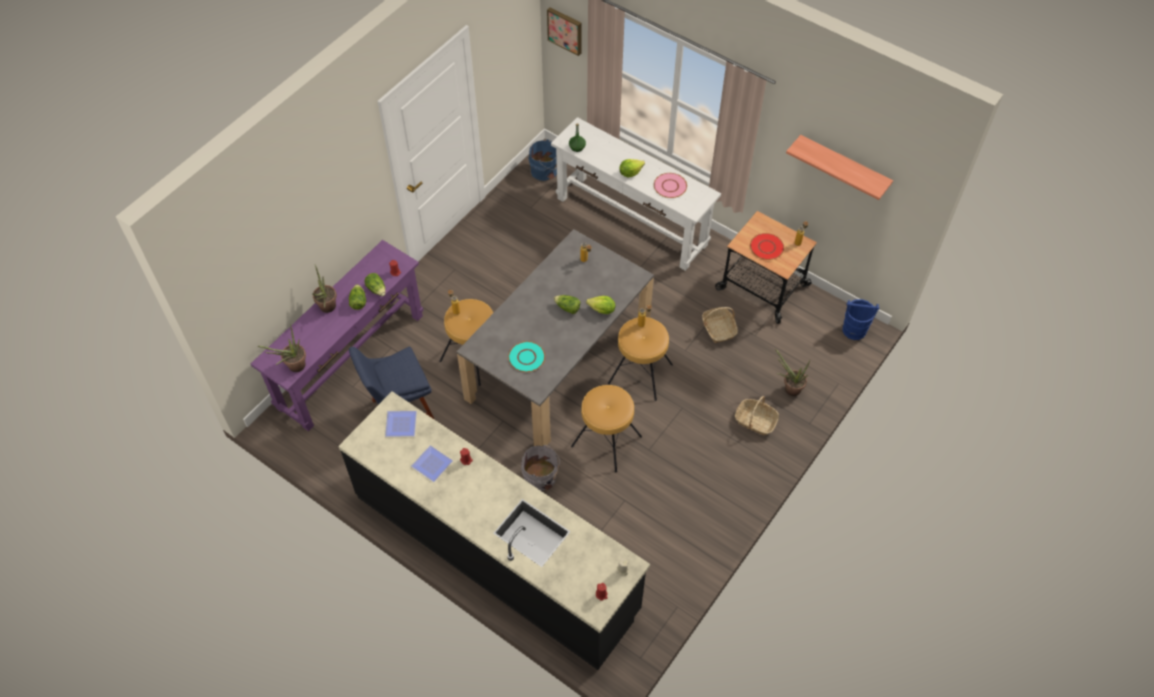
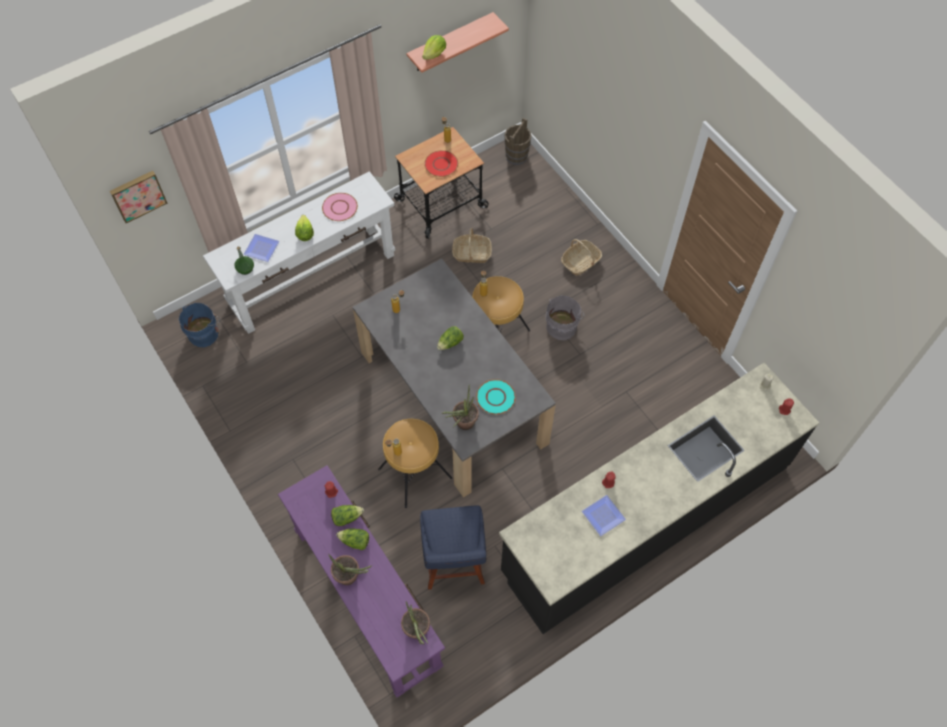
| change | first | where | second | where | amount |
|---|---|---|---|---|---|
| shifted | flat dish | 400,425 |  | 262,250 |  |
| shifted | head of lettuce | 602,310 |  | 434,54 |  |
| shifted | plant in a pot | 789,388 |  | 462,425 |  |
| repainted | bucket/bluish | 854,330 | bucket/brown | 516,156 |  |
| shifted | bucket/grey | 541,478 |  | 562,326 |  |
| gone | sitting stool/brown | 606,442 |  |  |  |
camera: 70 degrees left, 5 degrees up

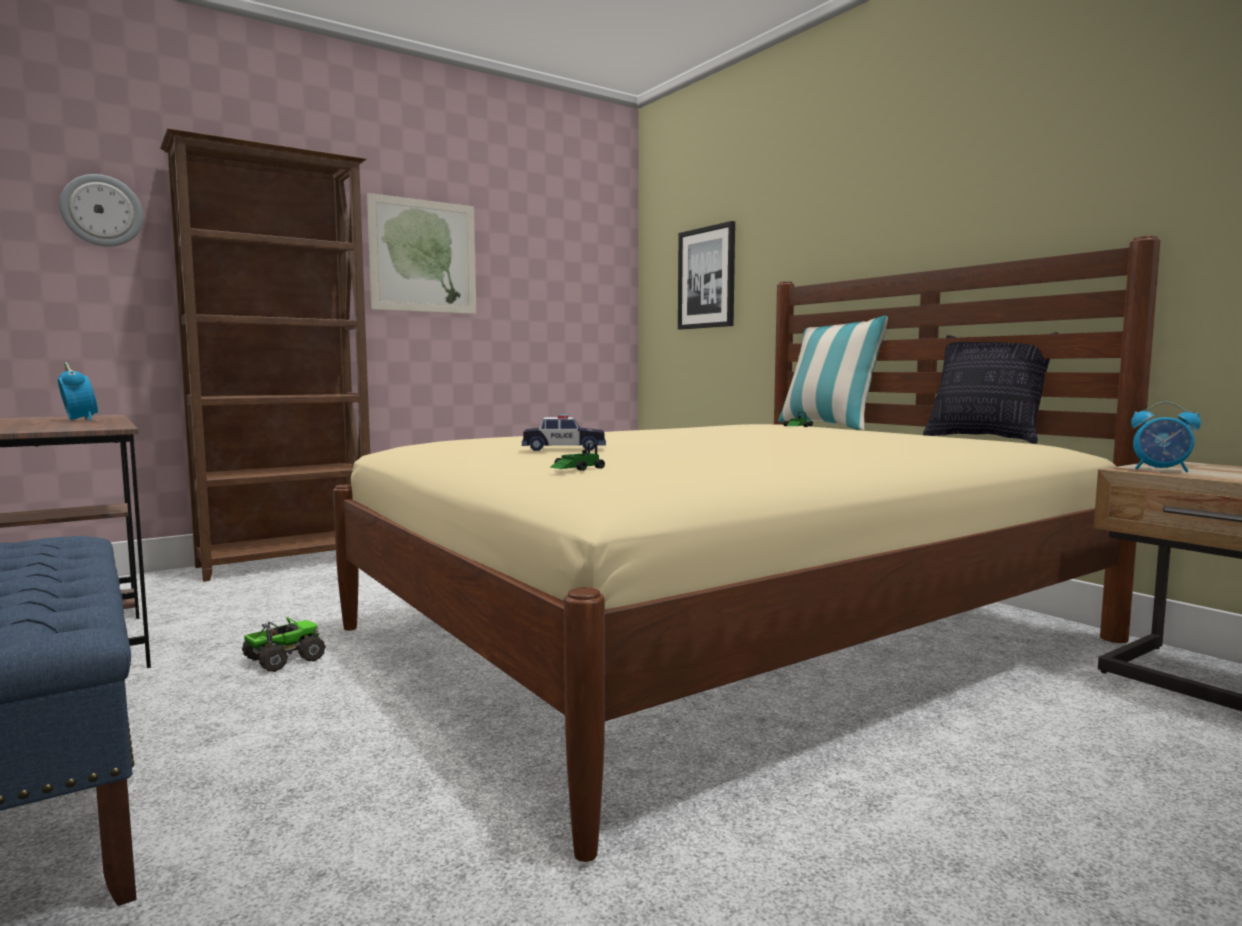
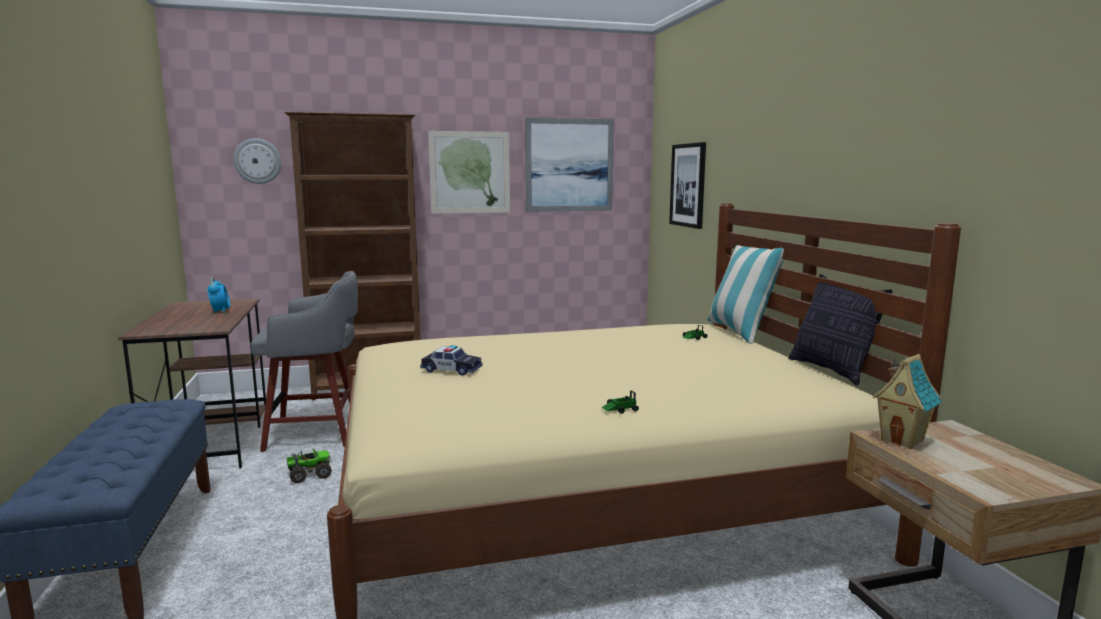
| change | first | where | second | where | amount |
|---|---|---|---|---|---|
| new |  |  | sitting stool/grey | 317,433 |  |
| new |  |  | wall picture | 569,165 |  |
| shifted | toy car | 574,468 |  | 619,408 |  |
| swapped | alarm clock | 1161,470 | toy house | 903,441 |  |
camera: 20 degrees right, 5 degrees up

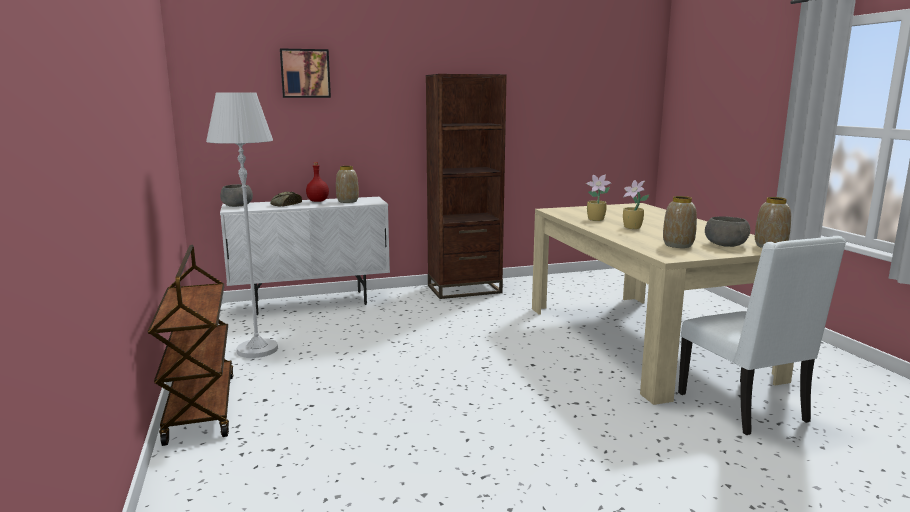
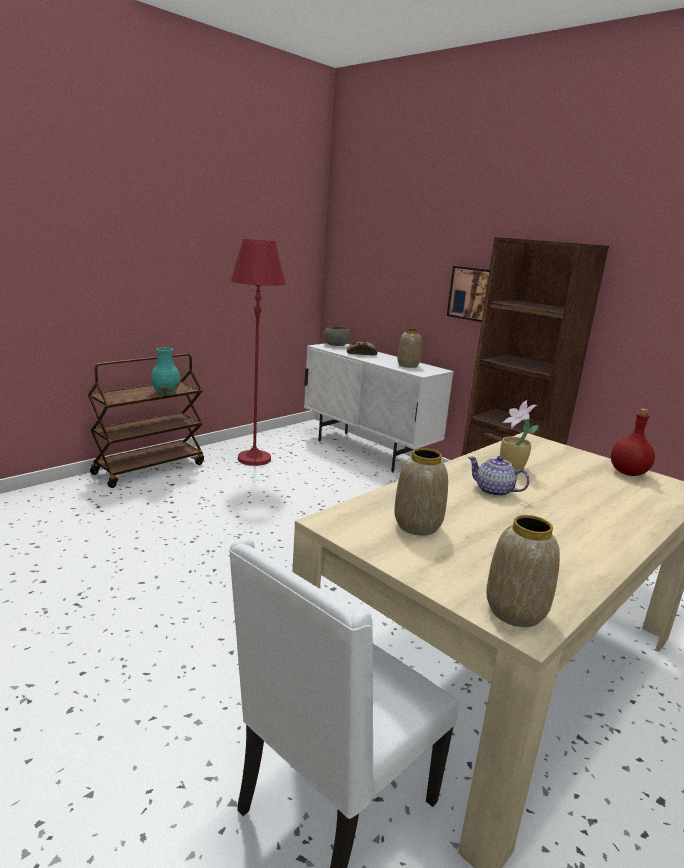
| change | first | where | second | where | amount |
|---|---|---|---|---|---|
| new |  |  | vase/turquoise | 166,392 |  |
| repainted | standing lamp/white | 257,350 | standing lamp/red | 254,459 |  |
| shifted | wall picture | 305,73 |  | 474,294 |  |
| swapped | plant in a pot | 632,228 | tea pot | 494,491 |  |
| shifted | beverage bottle/red | 317,201 |  | 627,473 |  |
| gone | serving bowl/grey | 726,245 |  |  |  |
camera: 60 degrees right, 5 degrees up

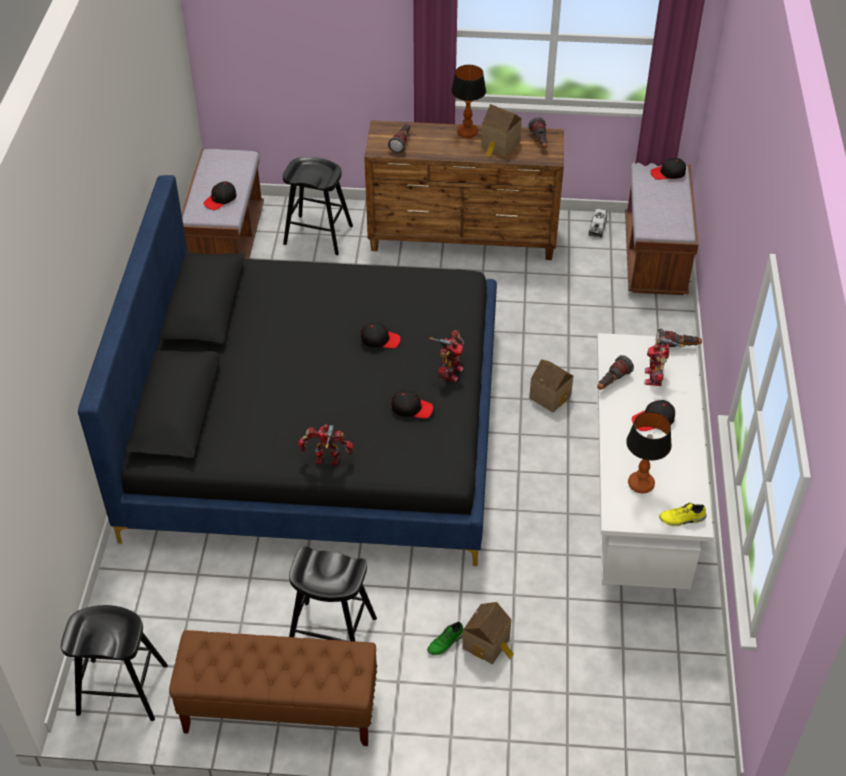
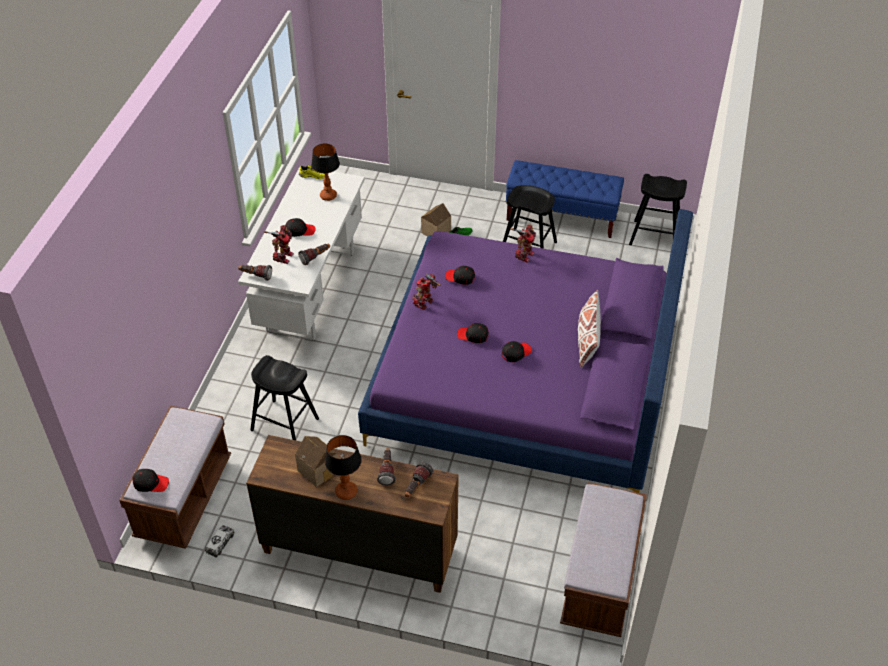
| change | first | where | second | where | amount |
|---|---|---|---|---|---|
| shifted | sitting stool/black | 318,235 |  | 285,424 |  |
| repainted | bed/black | 318,427 | bed/purple | 524,377 |  |
| shifted | flashlight | 540,142 |  | 387,470 |  |
| shifted | baseball cap/black | 220,200 |  | 516,353 |  |
| repainted | indoor bench/brown | 280,709 | indoor bench/bluish | 562,217 |  |
| rotated | toy robot | 327,460 |  | 524,255 | 75 degrees counterclockwise |
| new |  |  | cushion/white | 587,340 |  |
| gone | toy house | 551,395 |  |  |  |
camera: 170 degrees left, 0 degrees up

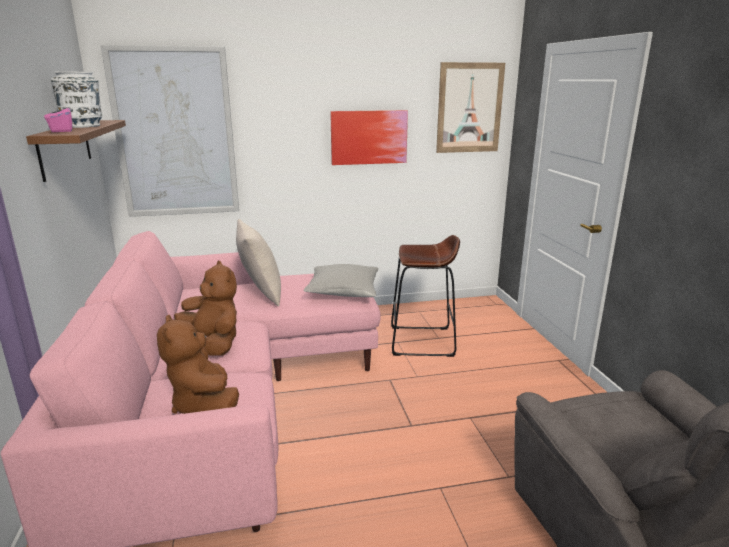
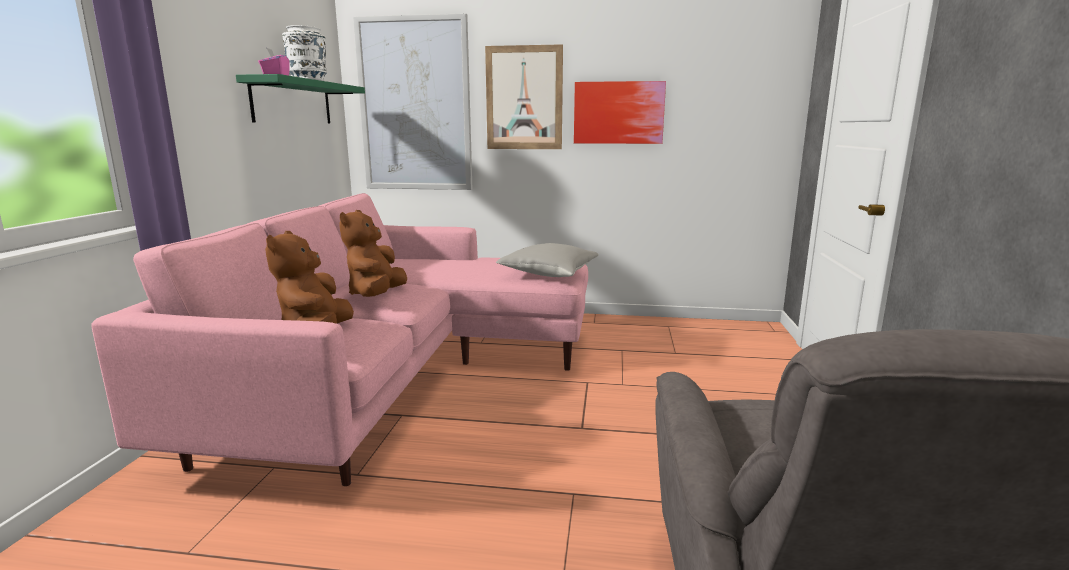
| change | first | where | second | where | amount |
|---|---|---|---|---|---|
| repainted | shelf/brown | 65,148 | shelf/green-coloured | 293,102 |  |
| rotated | cuddly toy/brown | 214,342 |  | 376,295 | 150 degrees counterclockwise |
| shifted | wall picture | 469,108 |  | 524,98 |  |
| gone | cushion/beige-coloured | 260,294 |  |  |  |
| gone | sitting stool/brown | 422,341 |  |  |  |
camera: 20 degrees right, 5 degrees down

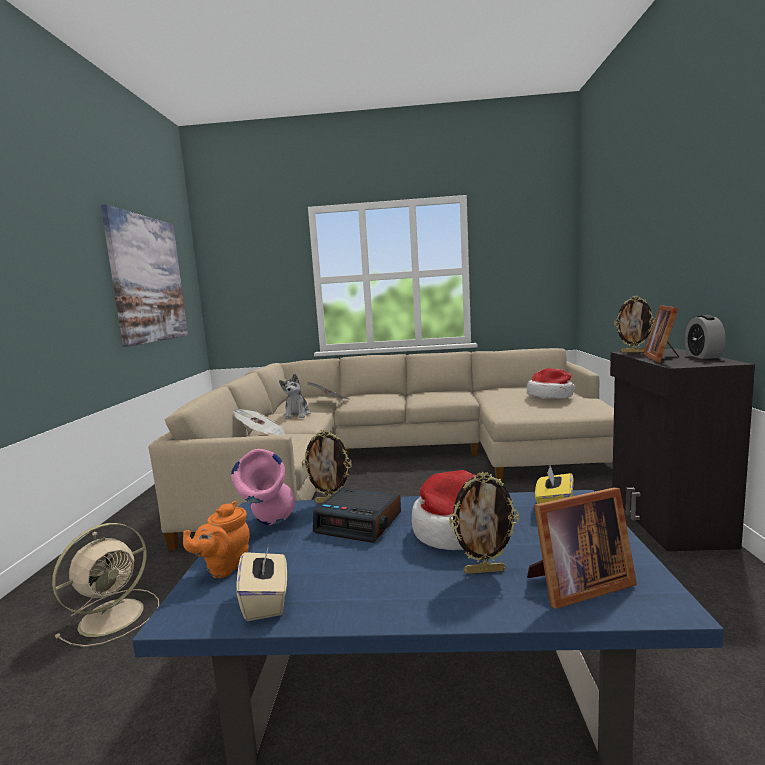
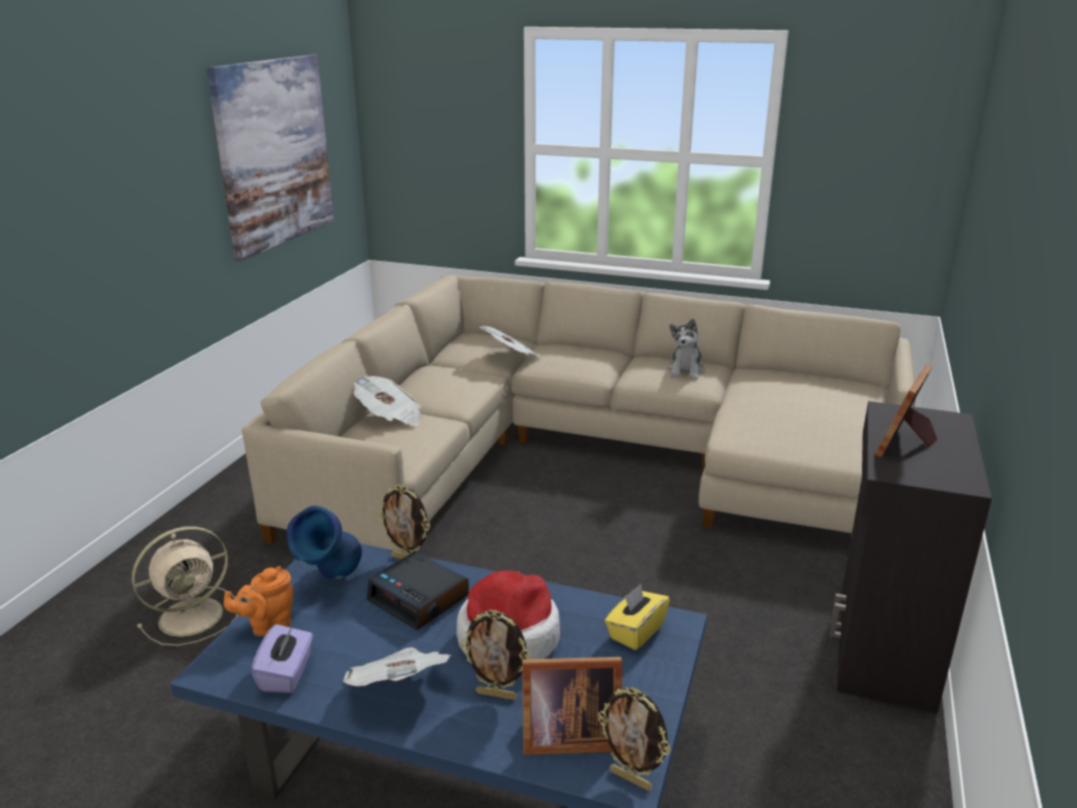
| change | first | where | second | where | amount |
|---|---|---|---|---|---|
| repainted | box of tissues/beige-coloured | 266,601 | box of tissues/purple | 287,674 |  |
| repainted | vase/pinkish | 270,527 | vase/bluish | 330,582 |  |
| new |  |  | printed paper | 399,688 |  |
| shifted | standing frame | 633,352 |  | 631,779 |  |
| shifted | cuddly toy | 297,415 |  | 686,371 |  |
| gone | clothing hat | 551,396 |  |  |  |
| gone | alarm clock | 703,356 |  |  |  |
camera: 15 degrees right, 15 degrees up

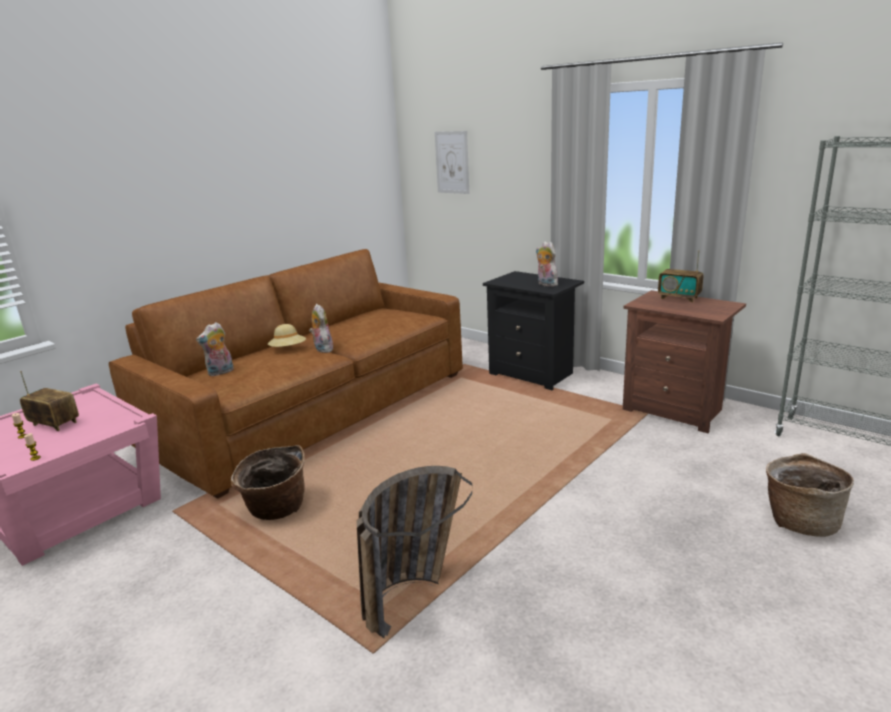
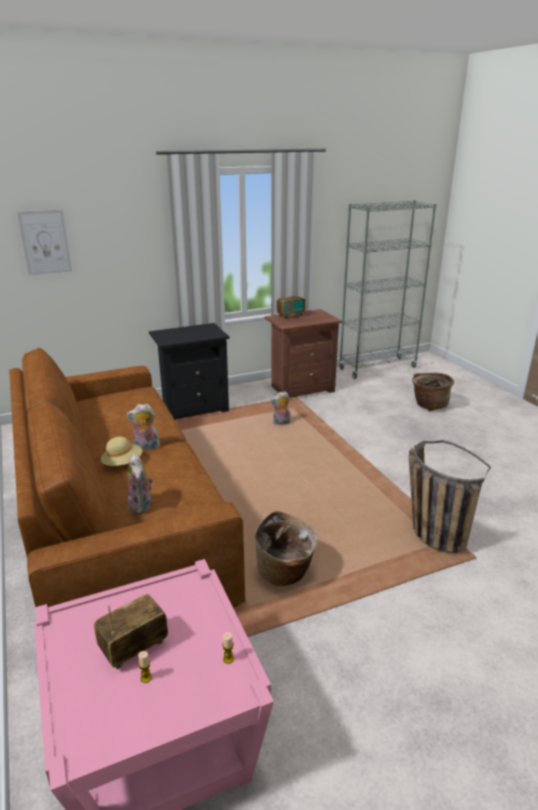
| change | first | where | second | where | amount |
|---|---|---|---|---|---|
| shifted | cuddly toy | 545,284 |  | 281,423 |  |
camera: 65 degrees left, 5 degrees up

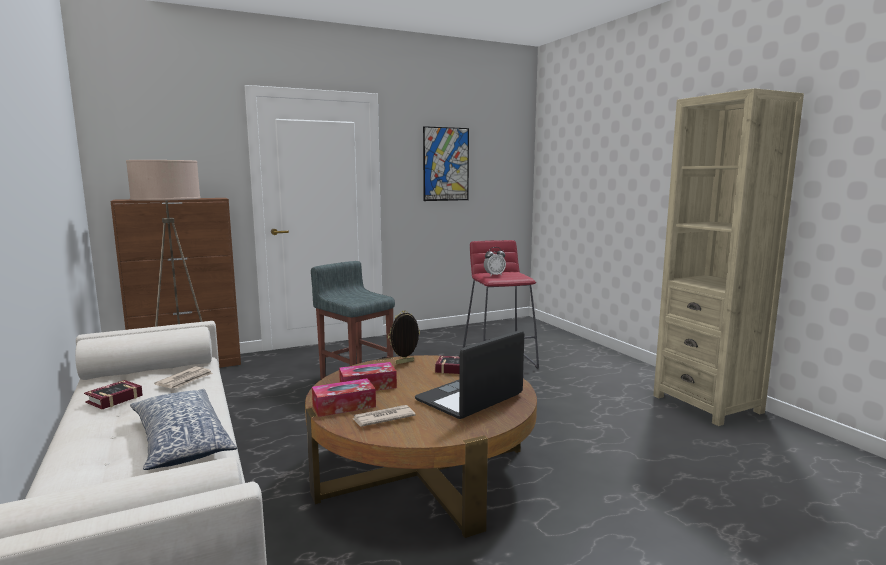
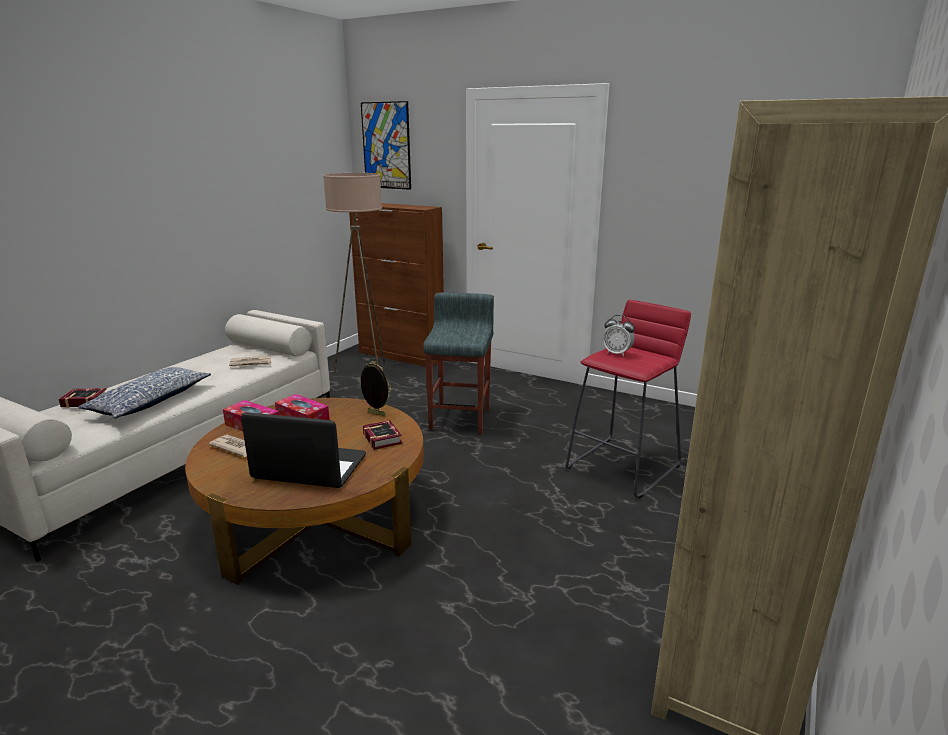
| change | first | where | second | where | amount |
|---|---|---|---|---|---|
| shifted | bound book | 111,399 |  | 83,401 |  |
| shifted | wall picture | 446,164 |  | 386,146 |  |
camera: 55 degrees right, 10 degrees up

